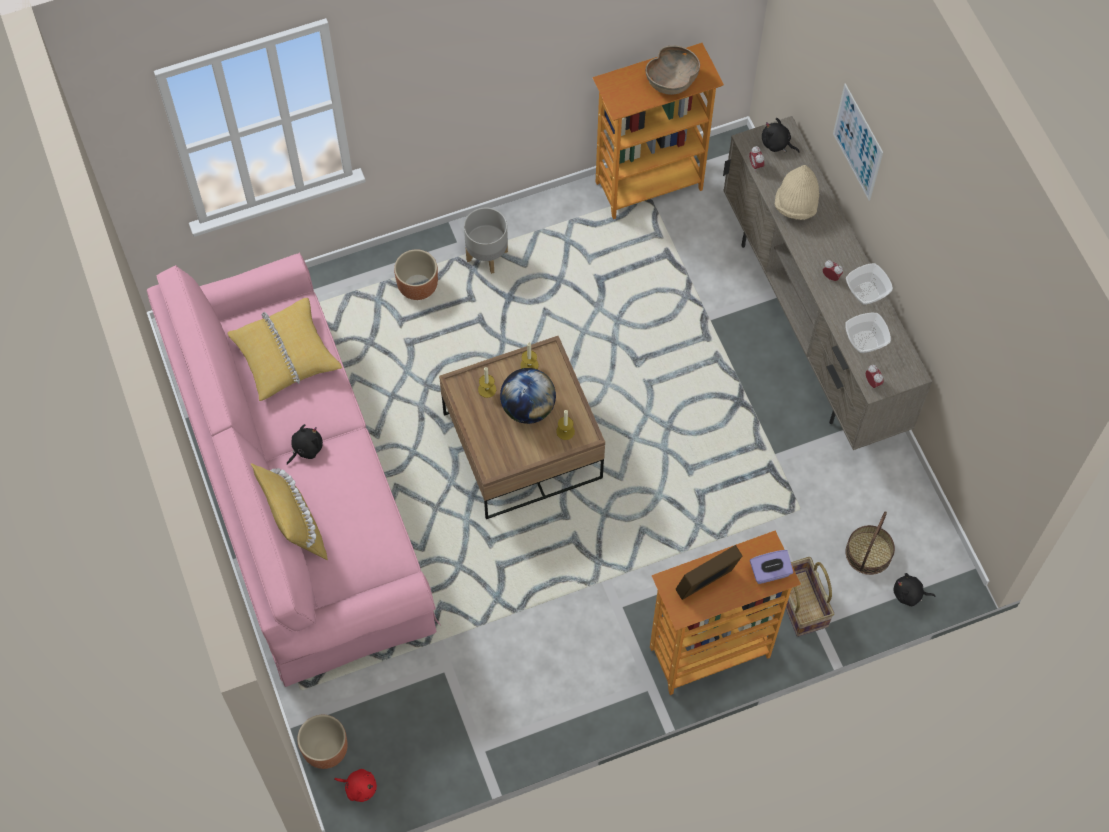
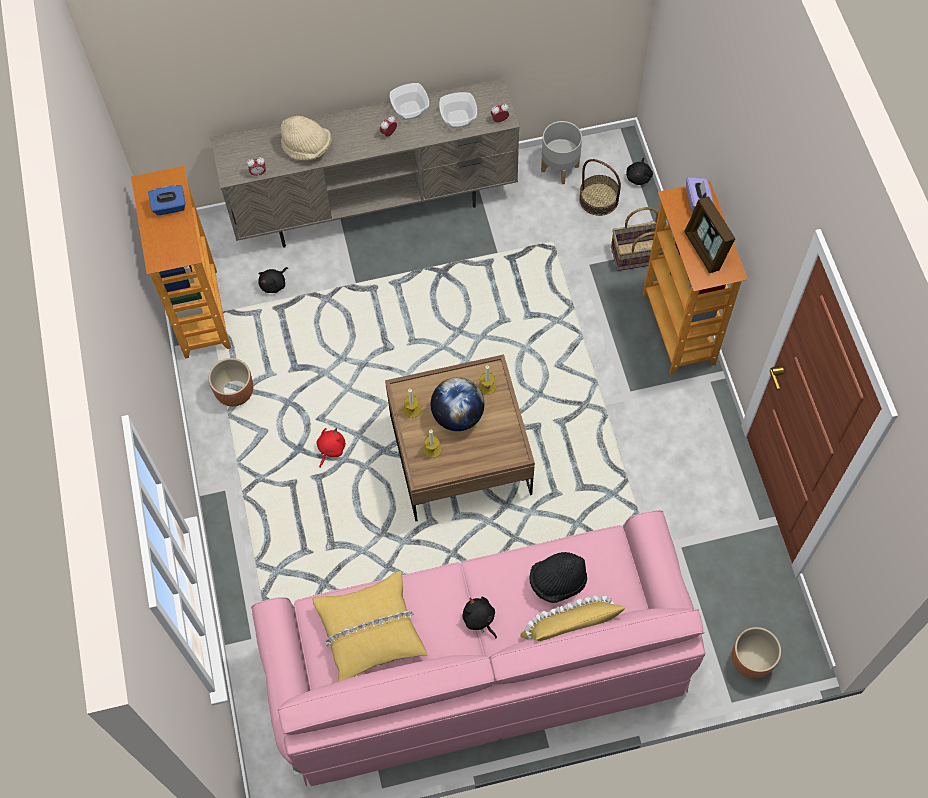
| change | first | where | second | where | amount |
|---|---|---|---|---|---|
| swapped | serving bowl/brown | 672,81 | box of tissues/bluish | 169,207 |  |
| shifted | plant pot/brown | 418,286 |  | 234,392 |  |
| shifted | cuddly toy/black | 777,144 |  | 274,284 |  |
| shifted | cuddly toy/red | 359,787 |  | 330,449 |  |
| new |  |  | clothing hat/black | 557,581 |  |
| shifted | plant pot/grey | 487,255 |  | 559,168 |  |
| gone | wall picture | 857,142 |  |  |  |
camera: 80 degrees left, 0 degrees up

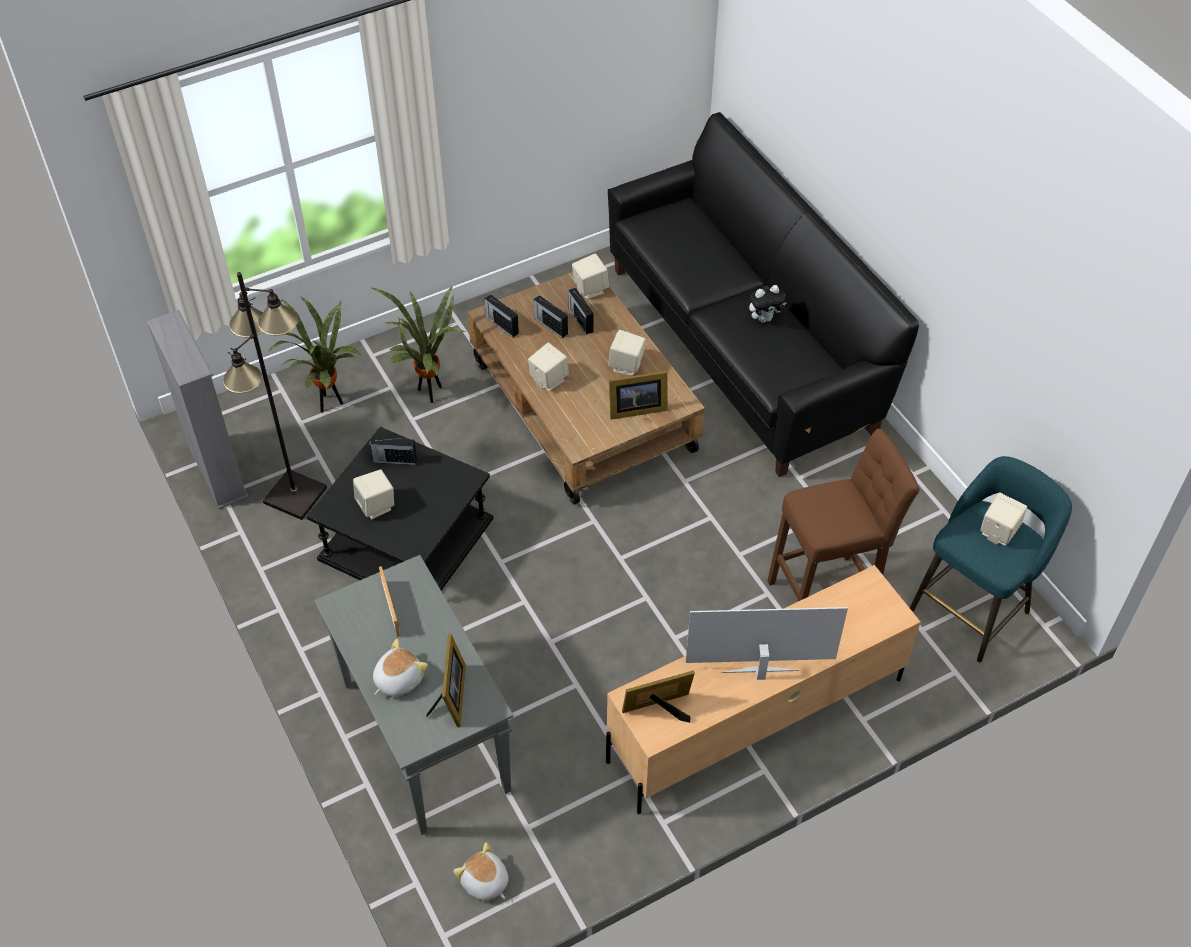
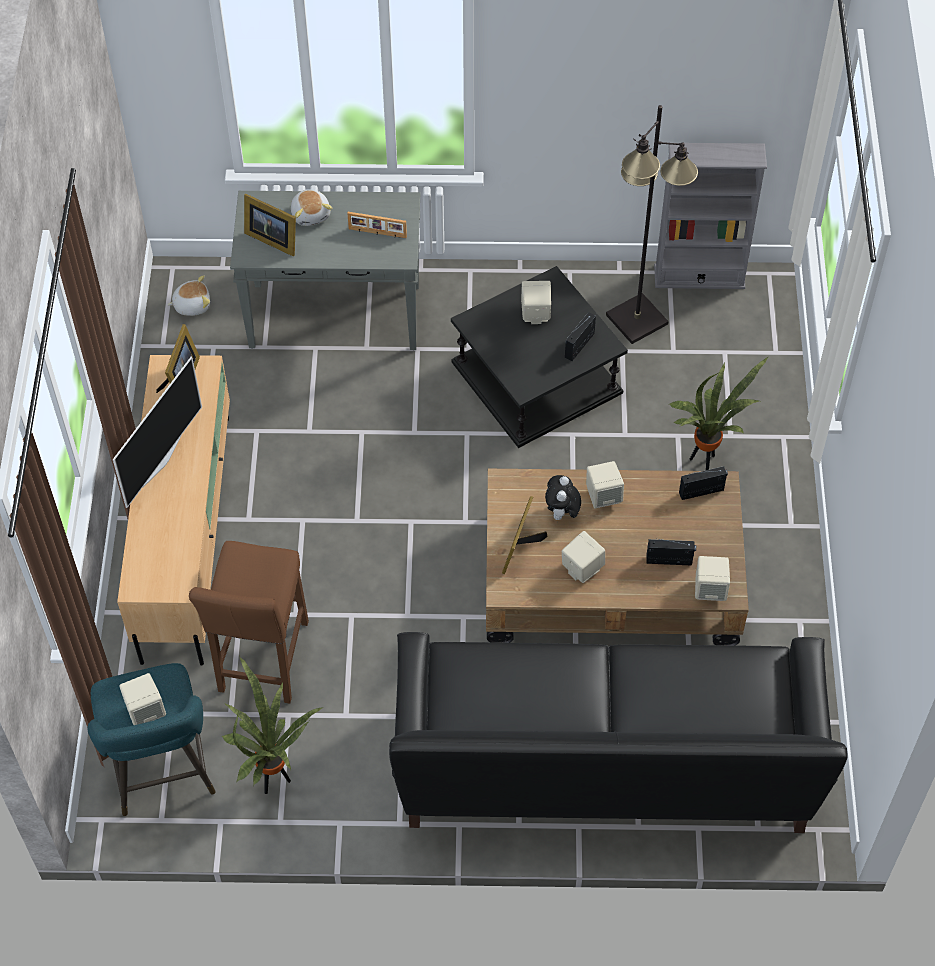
| change | first | where | second | where | amount |
|---|---|---|---|---|---|
| shifted | plant in a pot | 328,404 |  | 274,779 |  |
| shifted | cuddly toy | 764,318 |  | 562,513 |  |
| gone | radio receiver | 550,325 |  |  |  |
camera: 120 degrees right, 5 degrees up

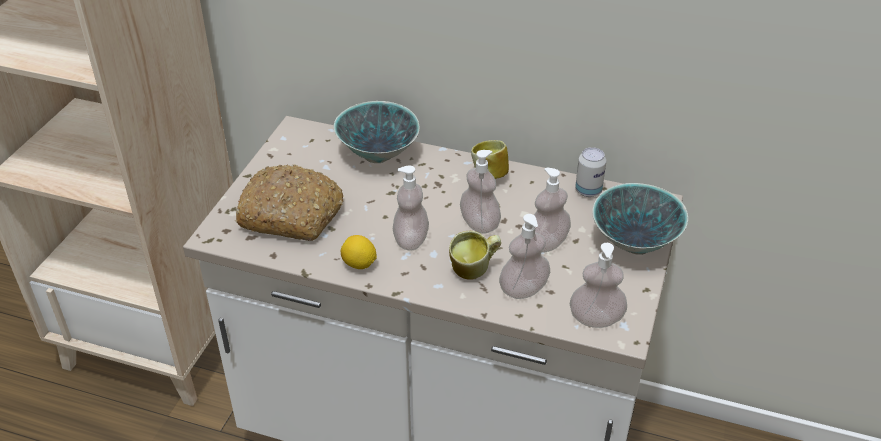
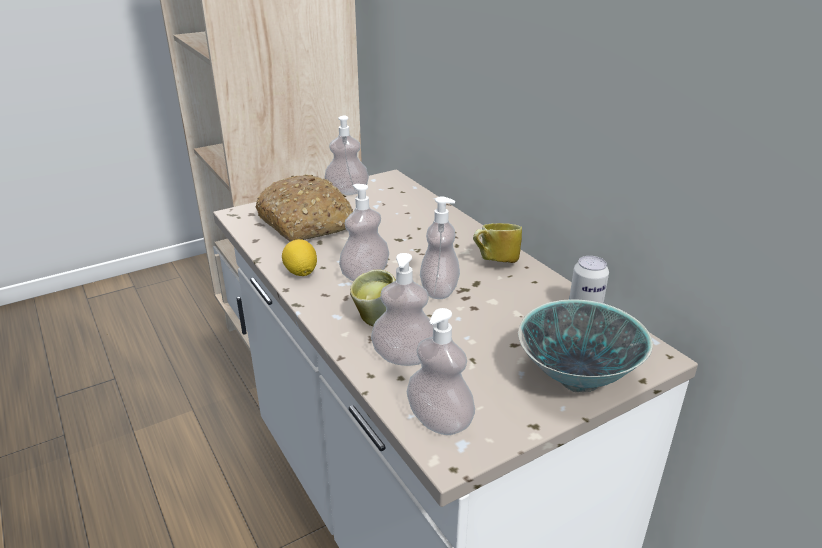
| change | first | where | second | where | amount |
|---|---|---|---|---|---|
| shifted | liquid soap bottle | 546,243 |  | 347,192 |  |
| gone | serving bowl | 377,154 |  |  |  |
camera: 40 degrees right, 10 degrees down

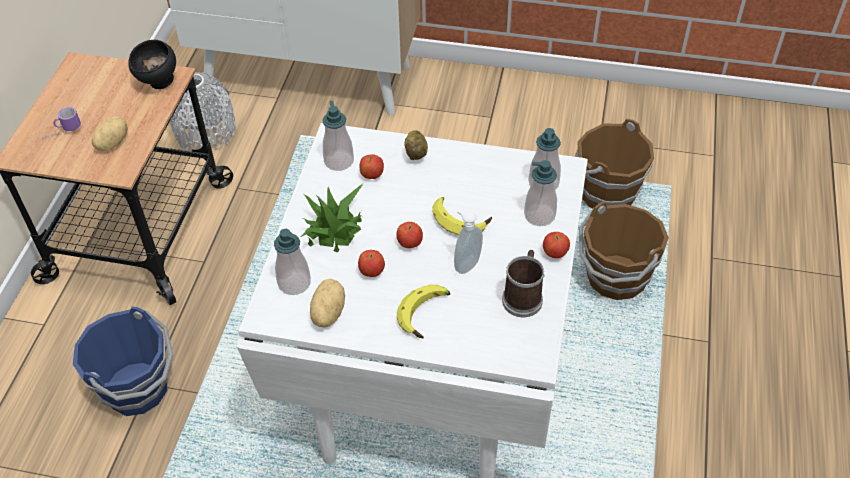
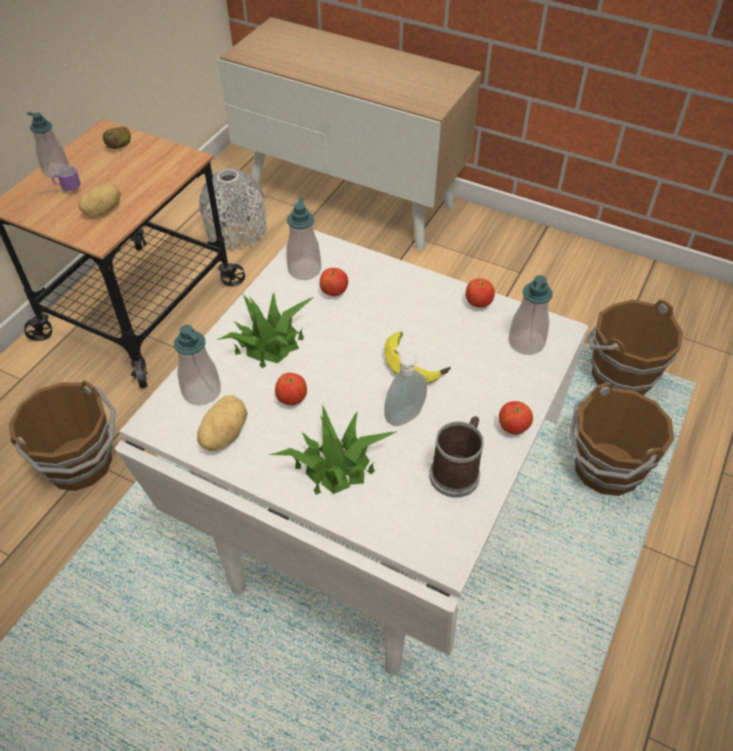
| change | first | where | second | where | amount |
|---|---|---|---|---|---|
| repainted | bucket/bluish | 138,388 | bucket/brown | 80,463 |  |
| shifted | liquid soap bottle | 539,215 |  | 56,170 |  |
| shifted | whole potato | 416,153 |  | 120,146 |  |
| swapped | whole banana | 426,315 | plant in a pot | 334,465 |  |
| shifted | apple fruit | 410,243 |  | 478,303 |  |
| gone | serving bowl/black | 159,84 |  |  |  |
camera: 15 degrees right, 0 degrees up

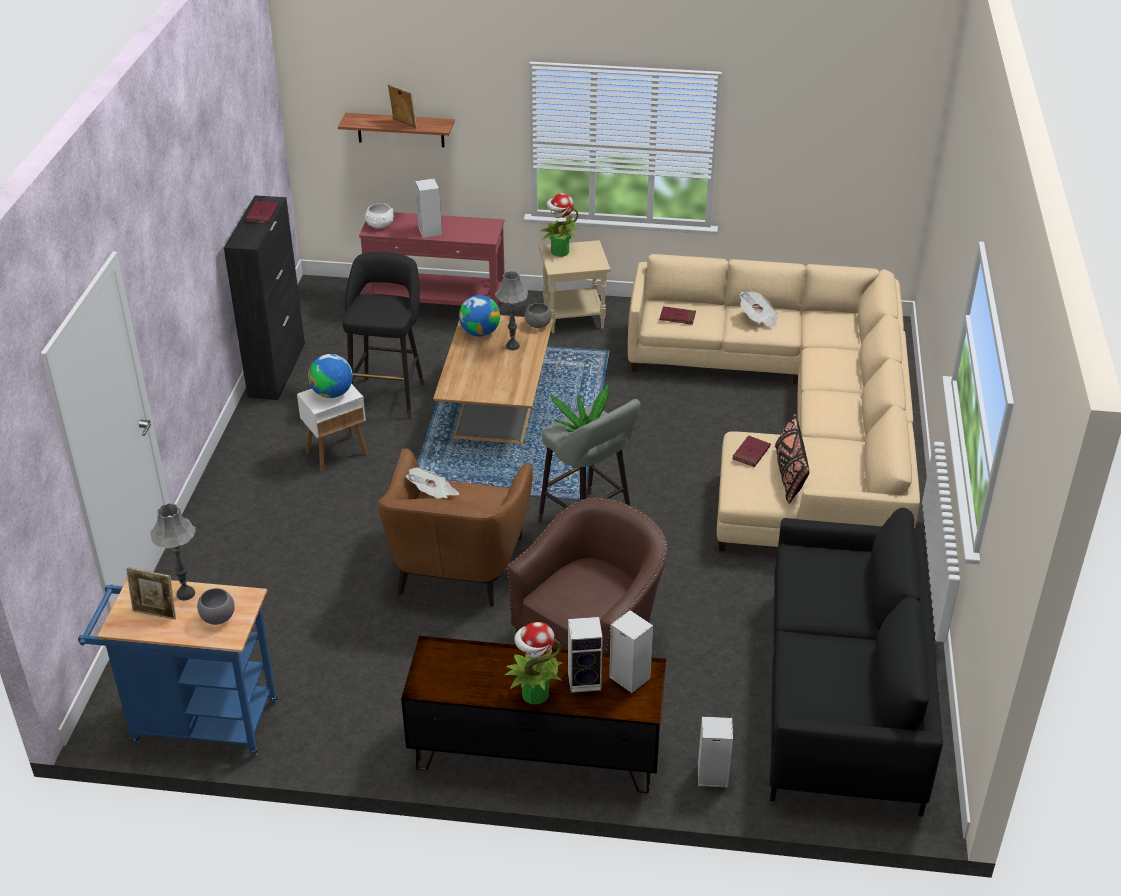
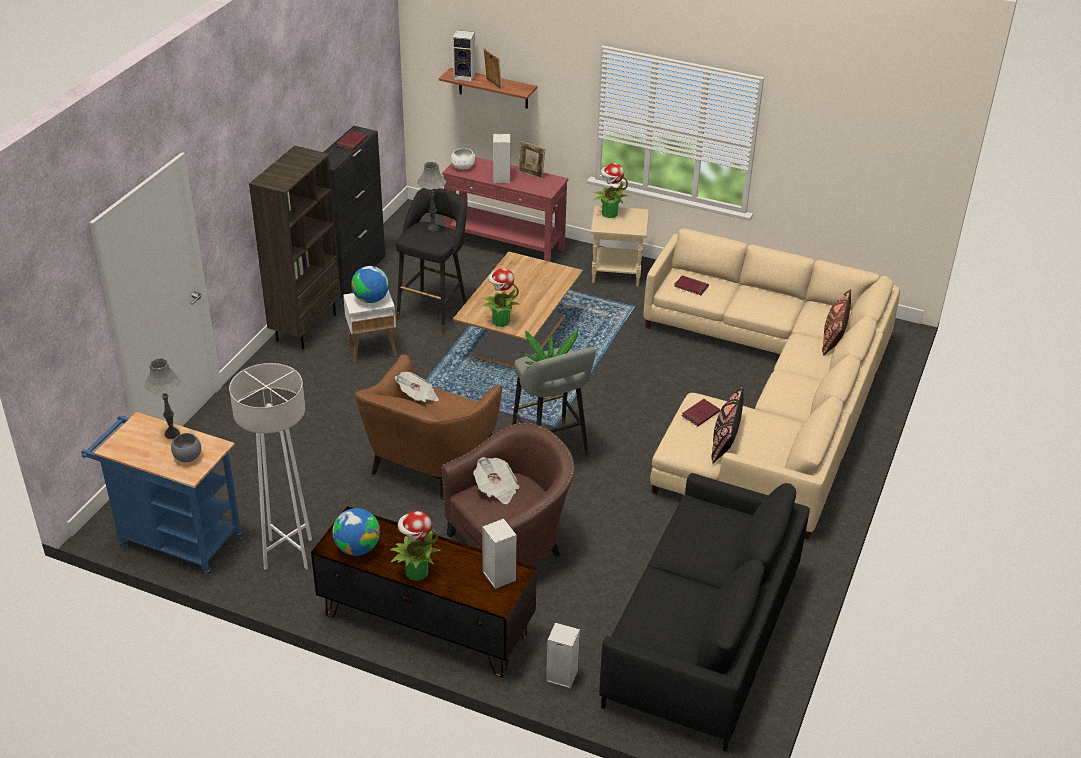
| change | first | where | second | where | amount |
|---|---|---|---|---|---|
| new |  |  | standing lamp/white | 288,554 |  |
| new |  |  | shelving unit/brown | 306,327 |  |
| shifted | globe | 480,333 |  | 357,548 |  |
| shifted | table lamp/grey | 513,346 |  | 433,228 |  |
| shifted | speaker | 585,680 |  | 465,76 |  |
| shifted | printed paper | 758,319 |  | 496,489 |  |
| new |  |  | plant in a pot | 500,321 |  |
| shifted | standing frame | 155,613 |  | 531,174 |  |
| new |  |  | cushion/brown | 834,335 |  |
| gone | serving bowl/grey | 538,325 |  |  |  |
camera: 15 degrees right, 0 degrees up

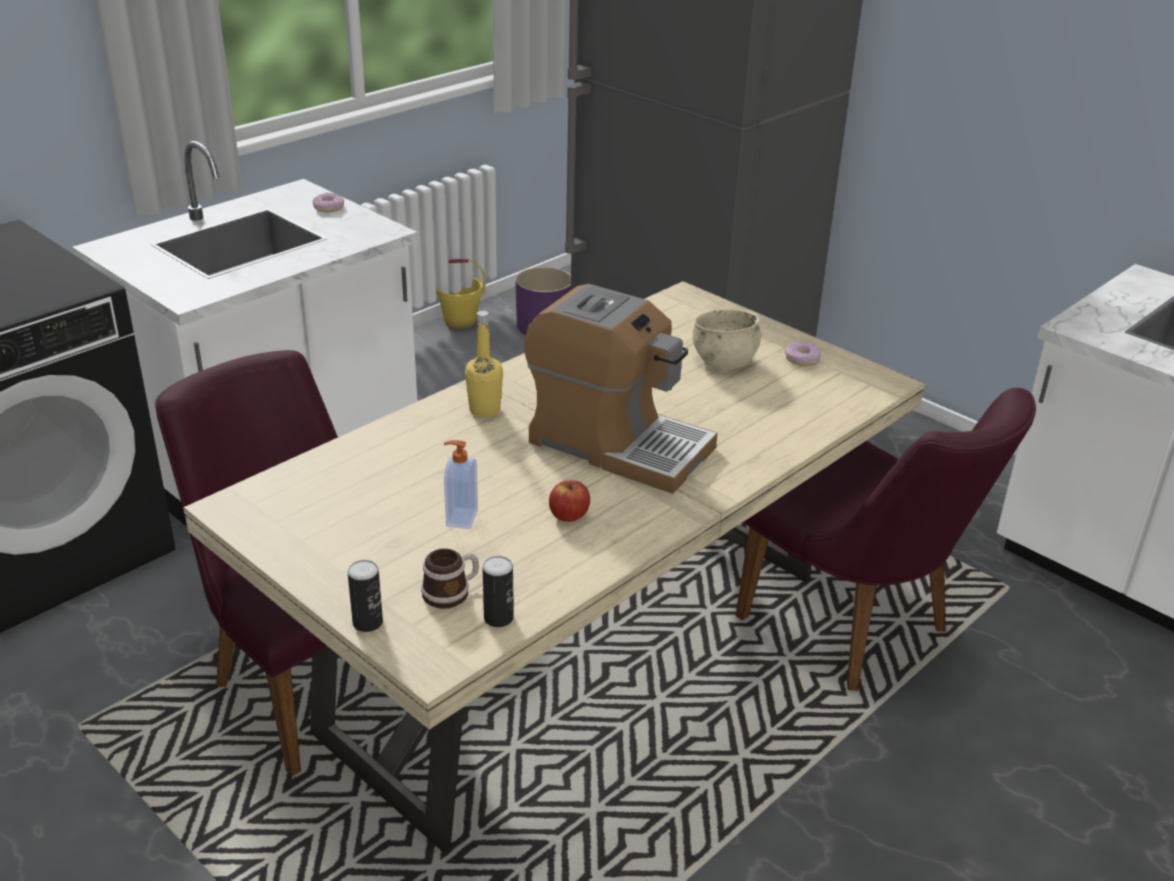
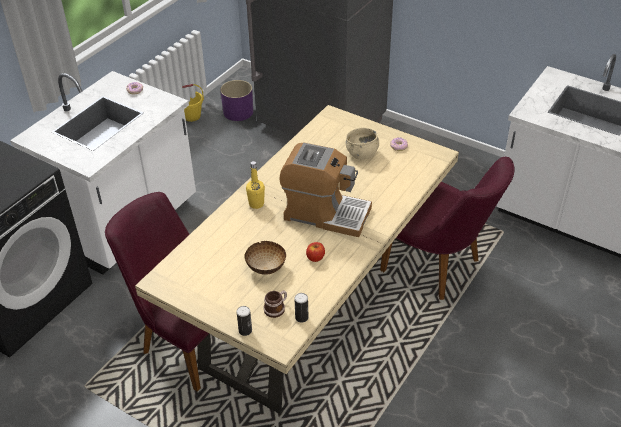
| change | first | where | second | where | amount |
|---|---|---|---|---|---|
| swapped | liquid soap bottle | 460,518 | serving bowl | 266,268 |  |
camera: 10 degrees left, 10 degrees up

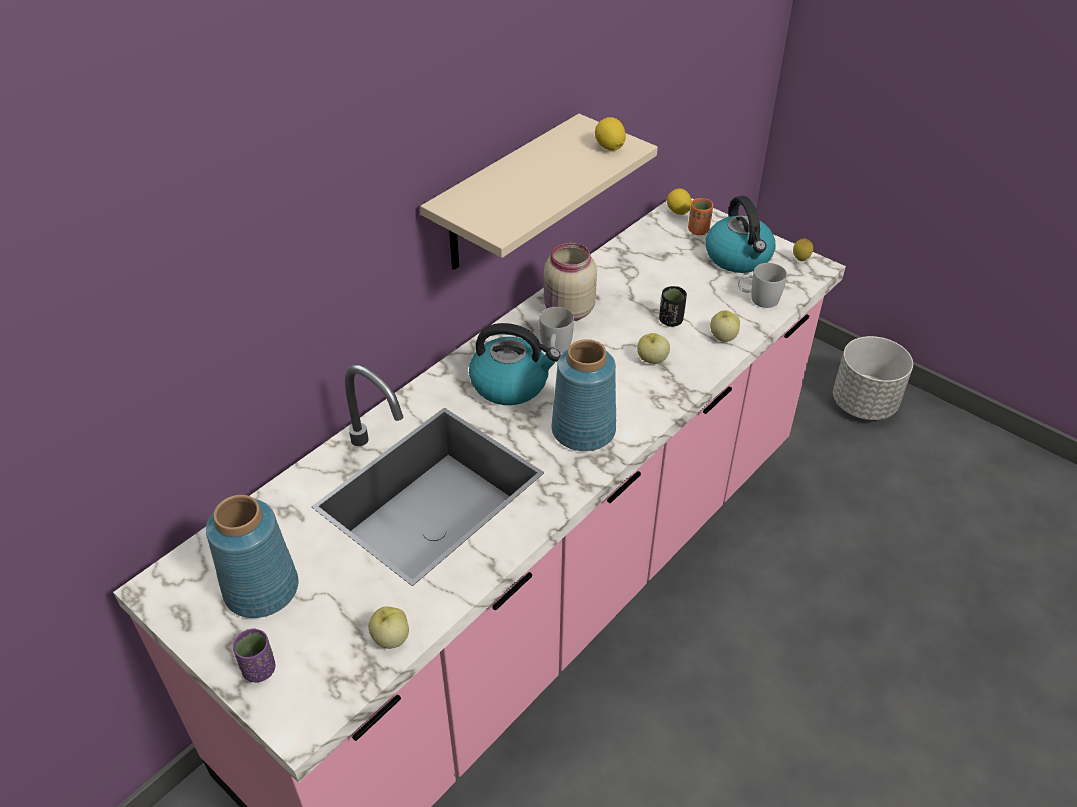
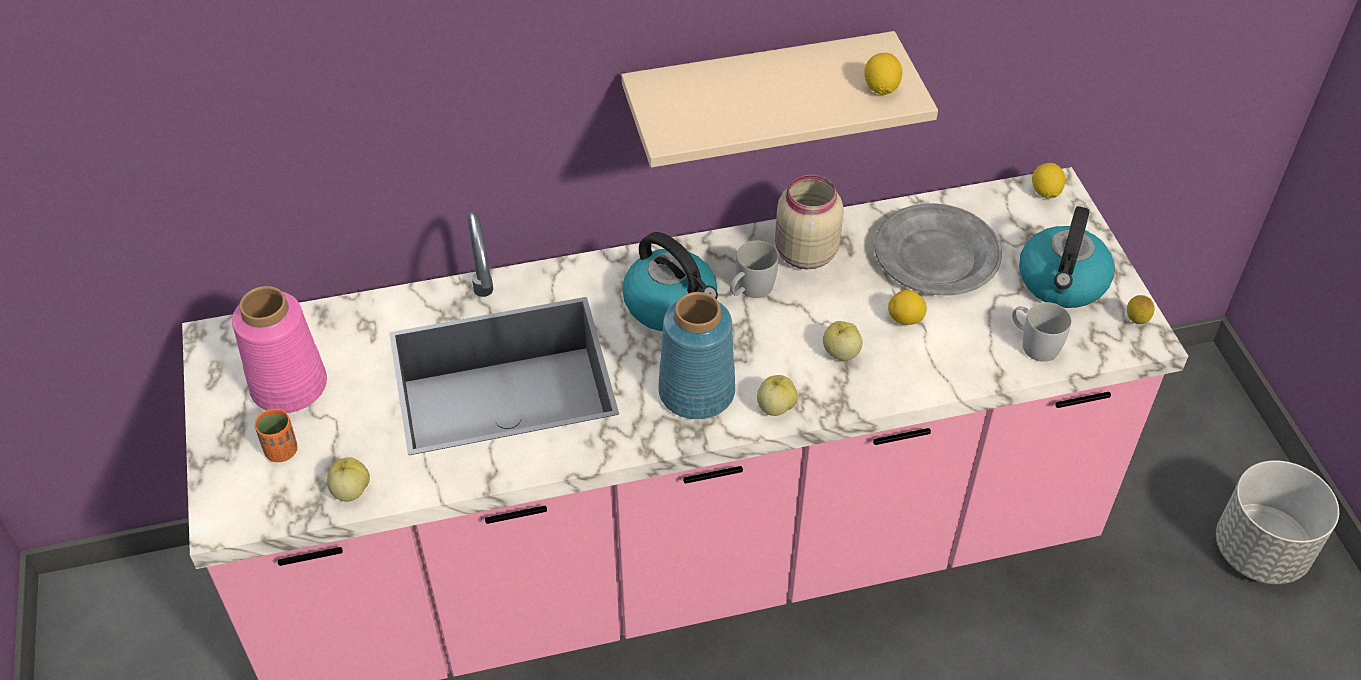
| change | first | where | second | where | amount |
|---|---|---|---|---|---|
| repainted | vase/bluish | 262,588 | vase/pinkish | 290,385 |  |
| shifted | cup/orange | 698,230 |  | 282,451 |  |
| shifted | apple fruit | 723,337 |  | 775,407 |  |
| new |  |  | flat dish/grey | 937,255 |  |
| swapped | cup/black | 671,321 | lemon | 905,319 |  |
| gone | cup/purple | 259,669 |  |  |  |
camera: 35 degrees right, 5 degrees up

